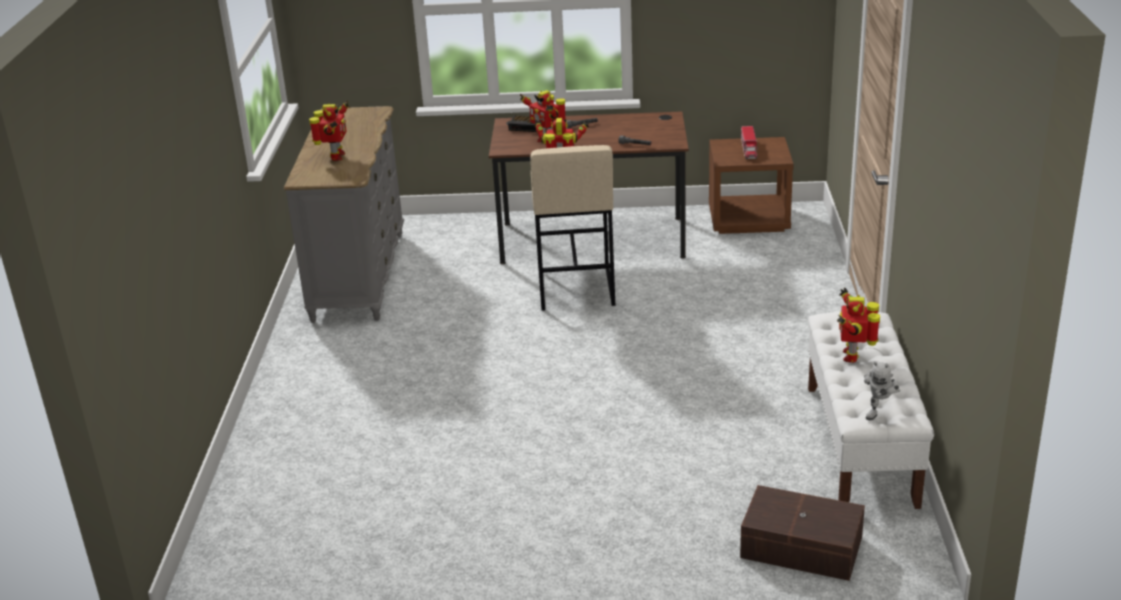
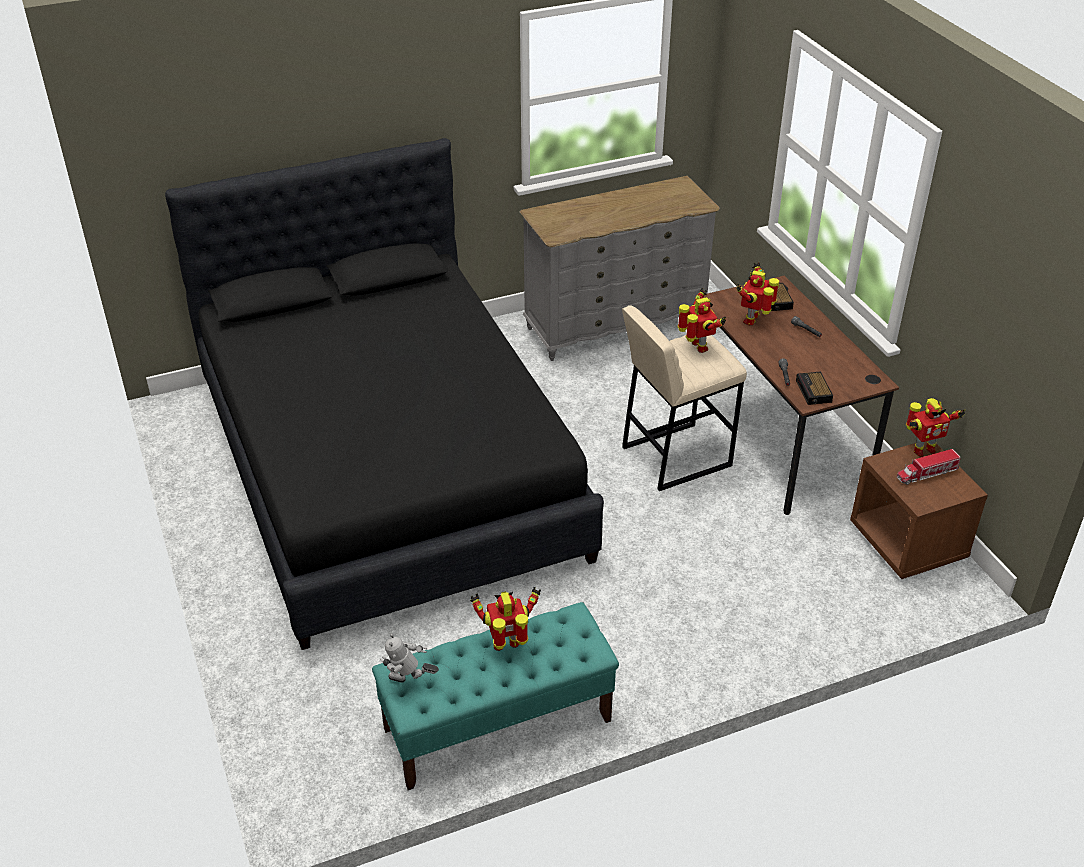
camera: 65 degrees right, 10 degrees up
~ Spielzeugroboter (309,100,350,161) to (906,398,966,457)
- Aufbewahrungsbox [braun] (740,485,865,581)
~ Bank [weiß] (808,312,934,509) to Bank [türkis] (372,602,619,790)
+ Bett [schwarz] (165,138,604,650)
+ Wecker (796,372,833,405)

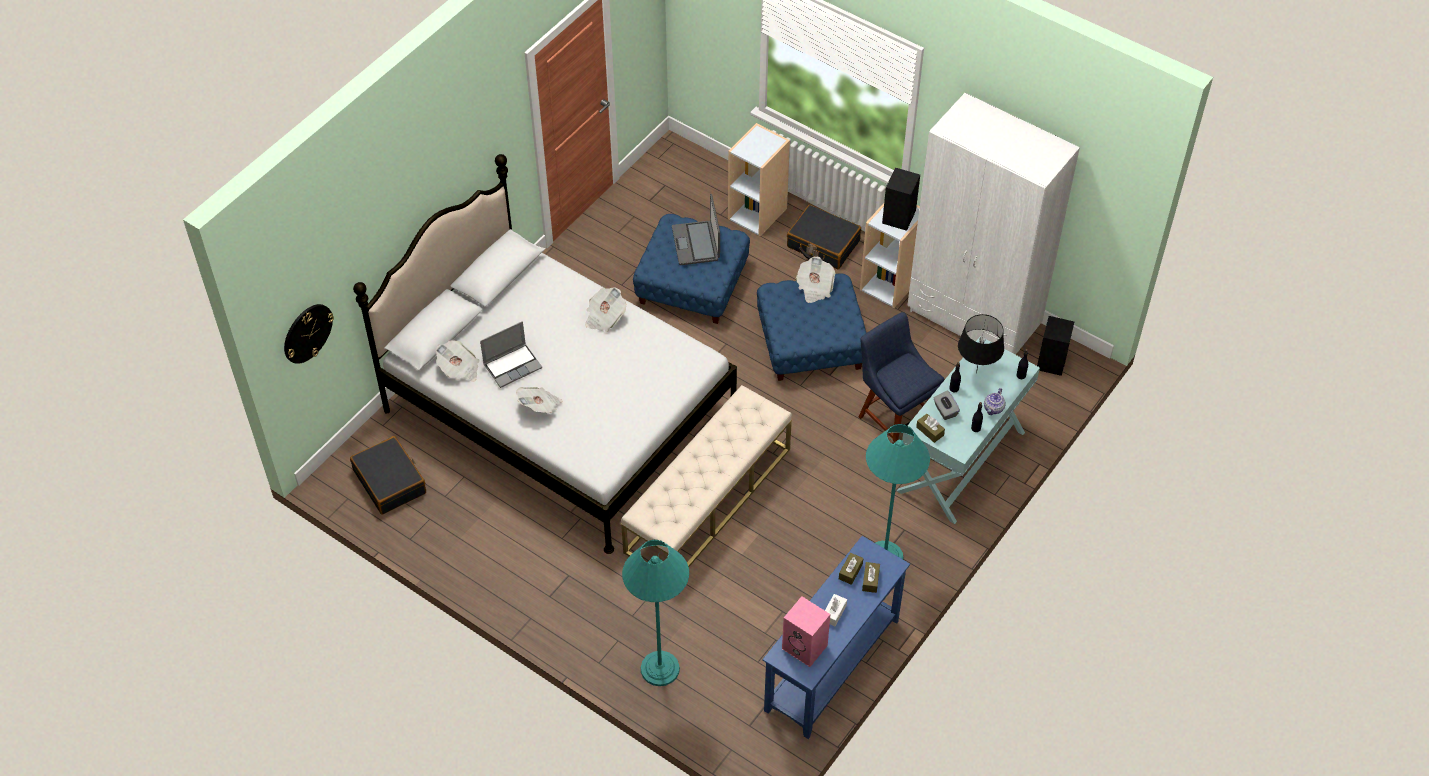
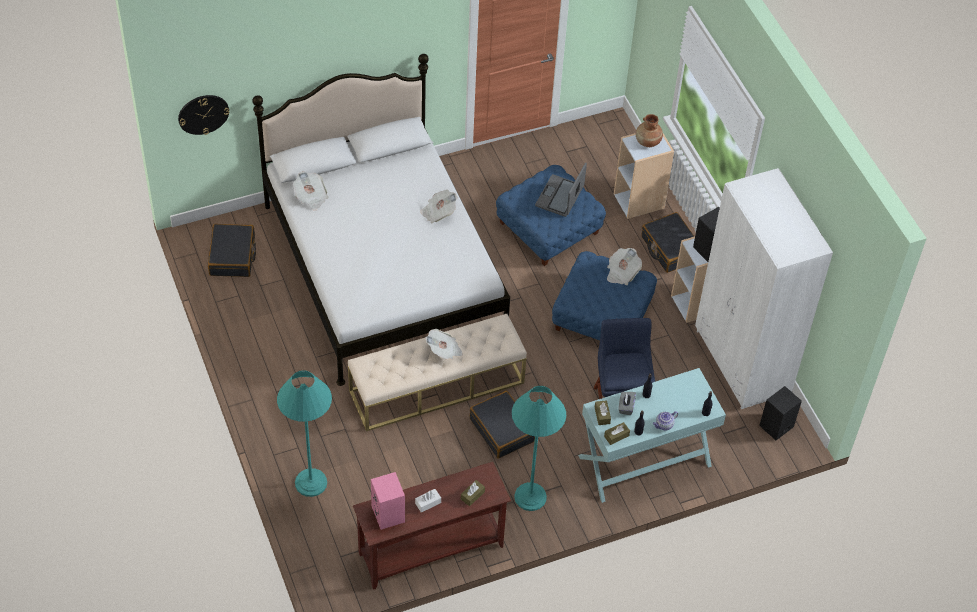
camera: 30 degrees right, 0 degrees up
- Laptop (480,321,542,388)
~ Zeitung (516,387,562,413) to (425,329,463,359)
~ Konsolentisch [blau] (762,536,910,739) to Konsolentisch [braun] (353,462,511,590)
~ Taschentuchbox [braun] (839,553,863,585) to (604,422,630,445)
- Tischlampe [schwarz] (958,314,1004,373)
+ Koffer [schwarz] (470,391,535,459)
+ Vase [braun] (636,114,663,147)

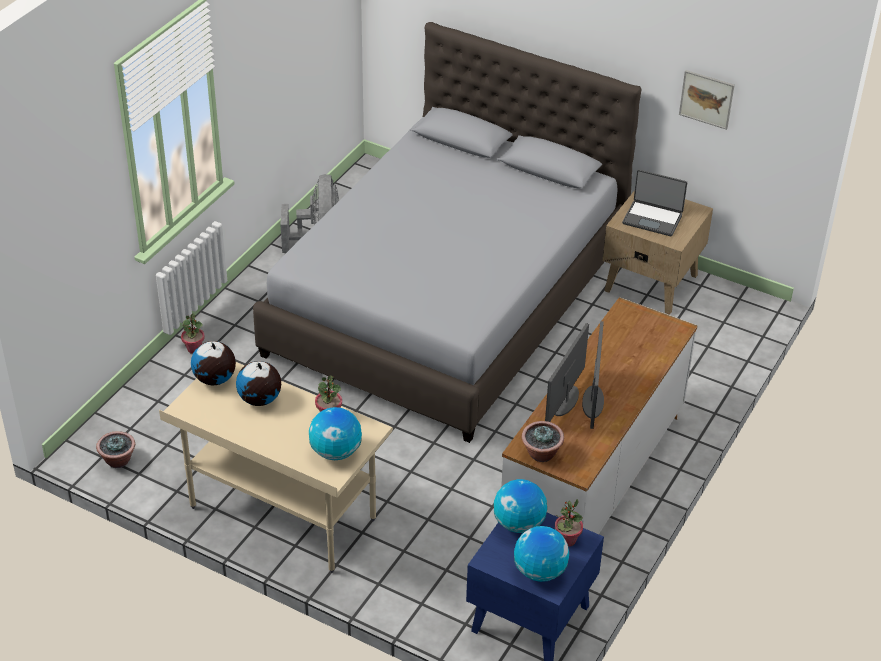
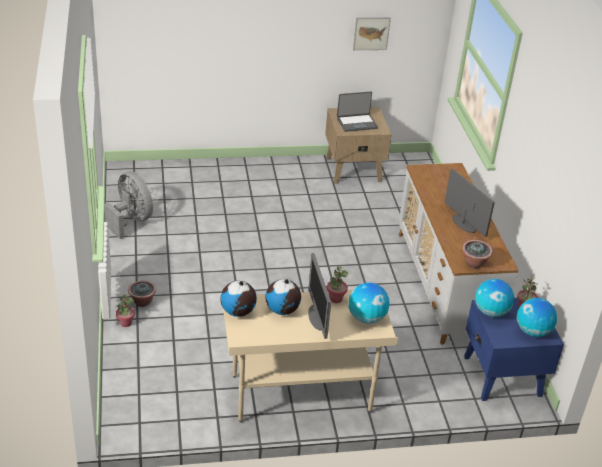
camera: 40 degrees left, 5 degrees down
~ Topfpflanze (96,431,135,468) to (128,281,156,307)
- Bett [grau] (253,22,641,443)
~ Monitor (545,323,589,422) to (308,253,331,339)

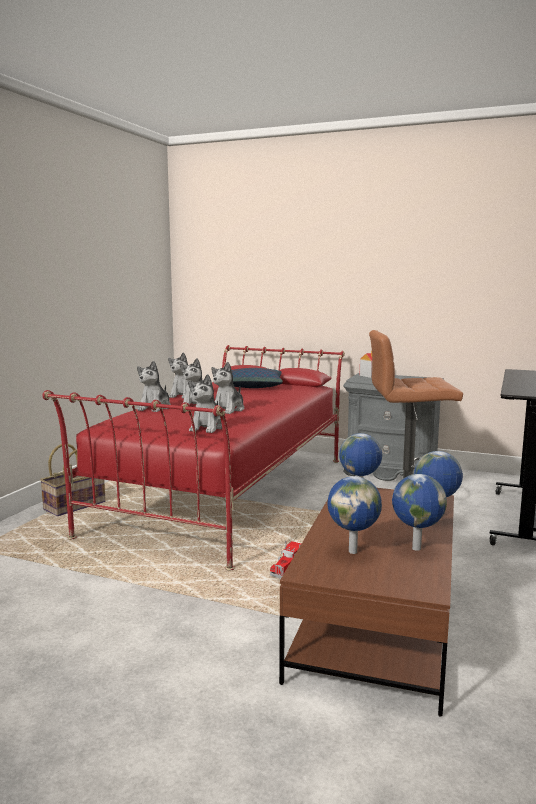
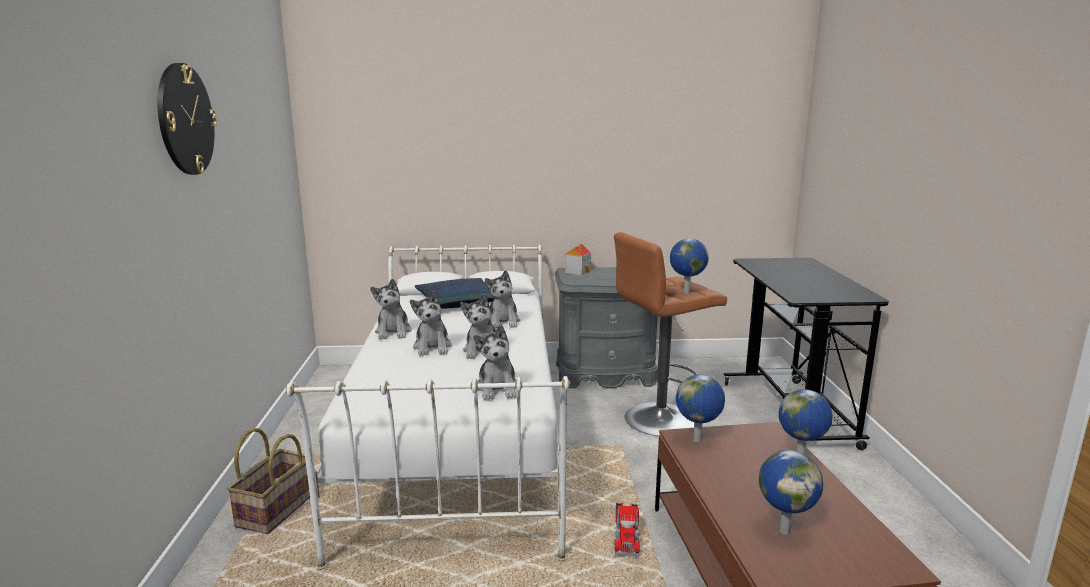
camera: 25 degrees left, 5 degrees up
~ Bett [rot] (43,345,345,571) to Bett [weiß] (285,244,570,570)
~ Plüschtier (137,361,171,412) to (485,270,520,328)
~ Globus (392,474,447,551) to (670,238,709,294)
+ Wanduhr (158,63,217,175)

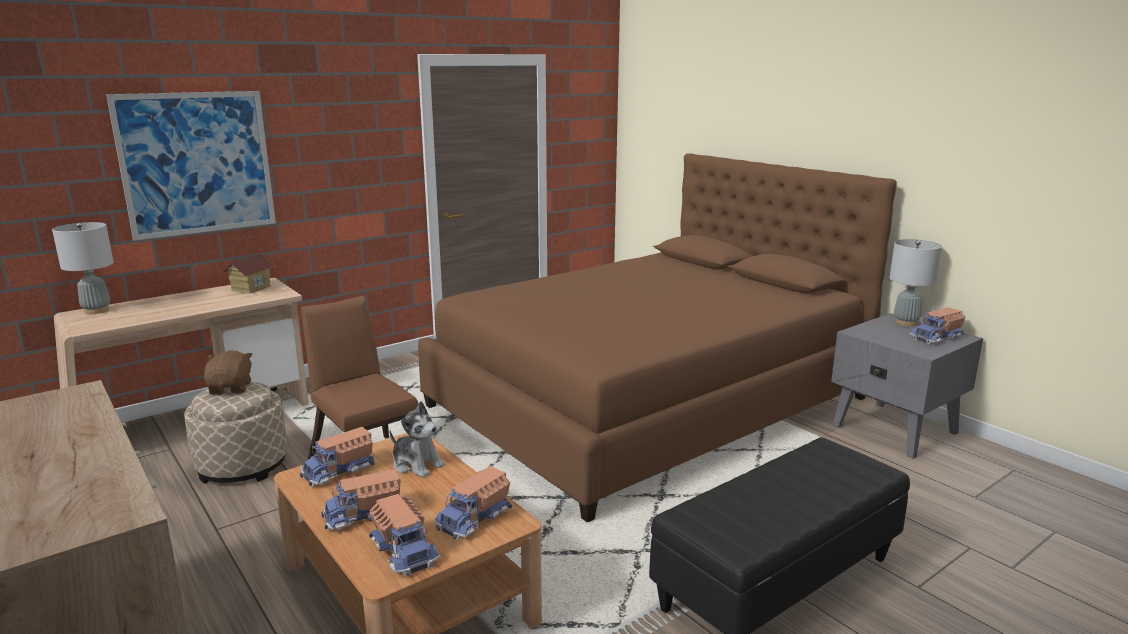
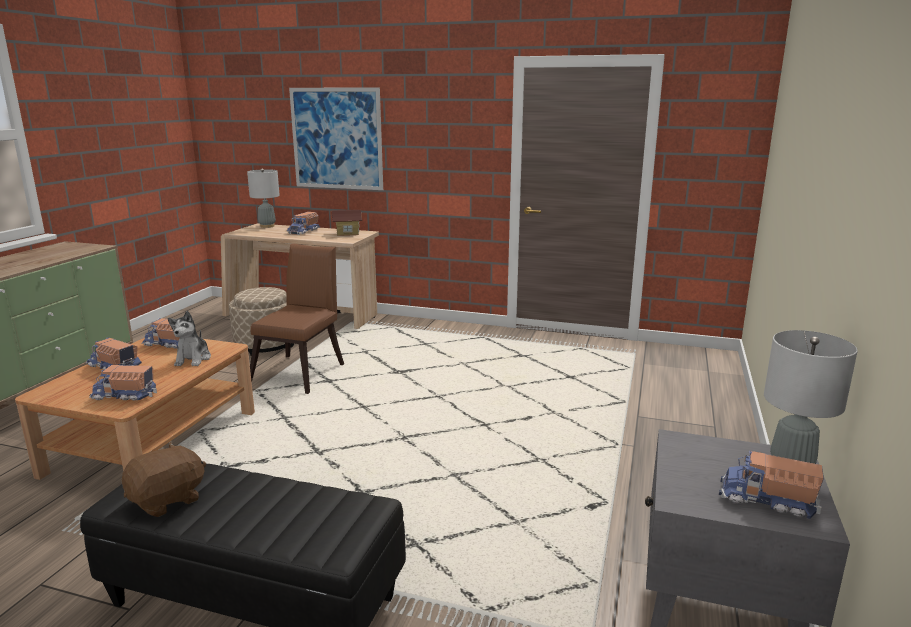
camera: 55 degrees right, 0 degrees up
~ Plüschtier [braun] (204,350,253,395) to (122,442,206,517)
~ Spielzeuglaster (369,494,440,577) to (287,212,320,235)
- Bett [braun] (418,153,897,522)

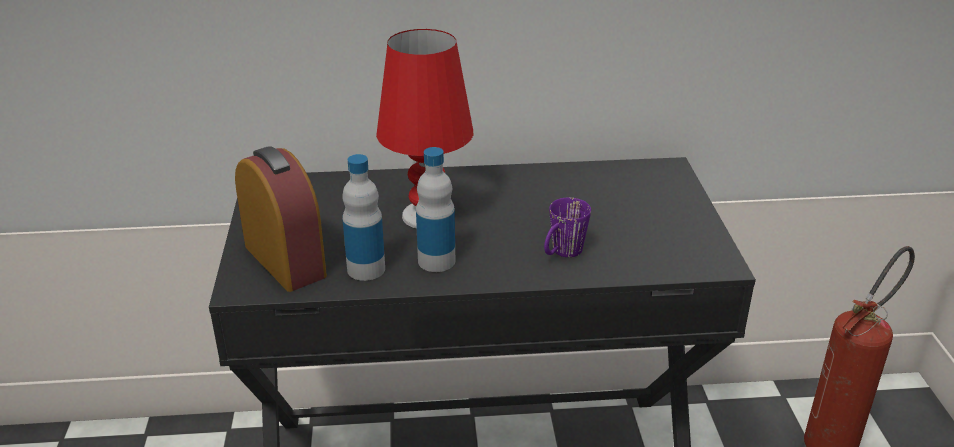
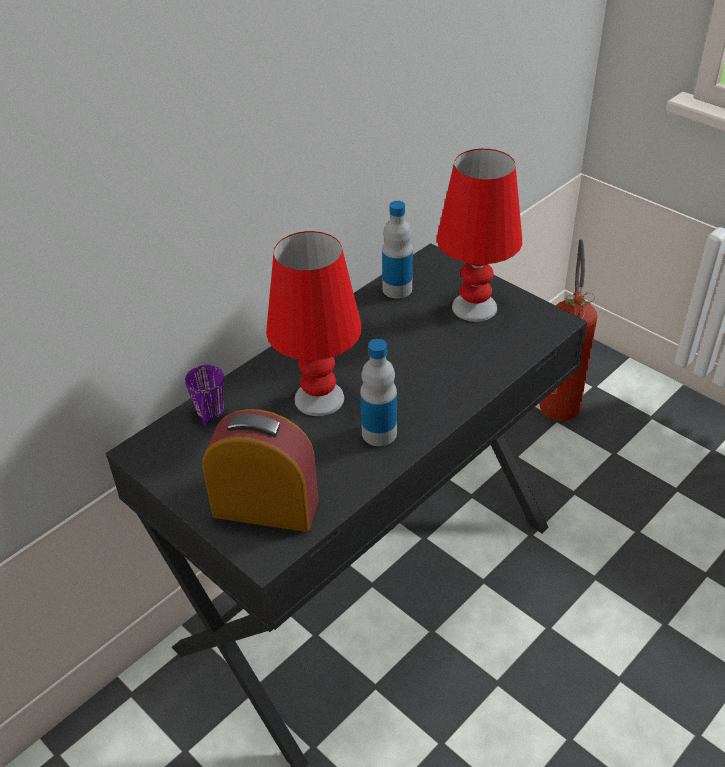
camera: 40 degrees left, 10 degrees up
~ Flasche (342,154,385,281) to (382,201,413,299)
~ Henkelbecher [lila] (544,198,591,257) to (185,365,224,426)
+ Tischlampe [rot] (437,149,522,322)

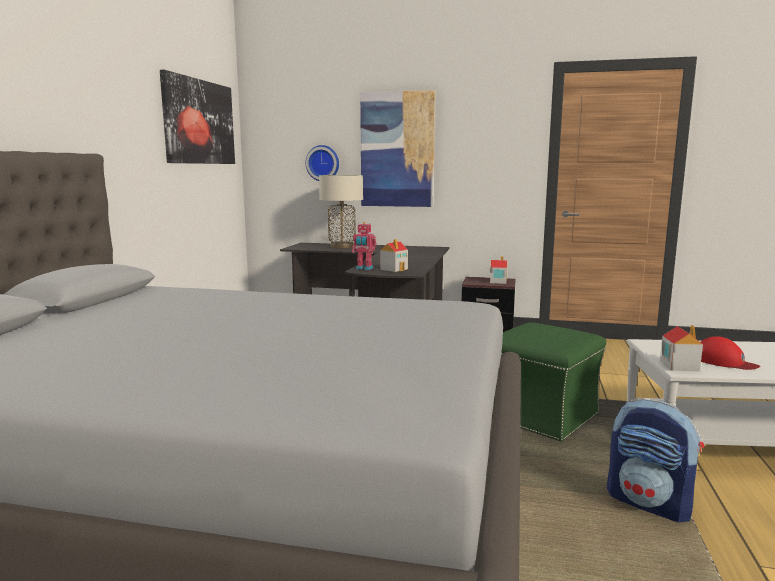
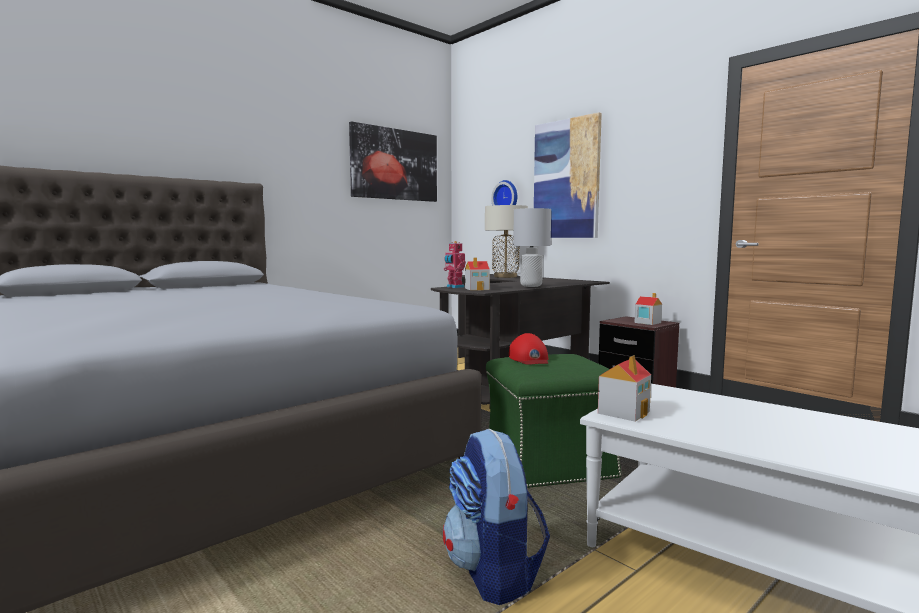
camera: 35 degrees right, 5 degrees down
~ Kappe [rot] (701,336,760,370) to (509,333,548,365)
+ Tischlampe [grau] (513,208,551,287)

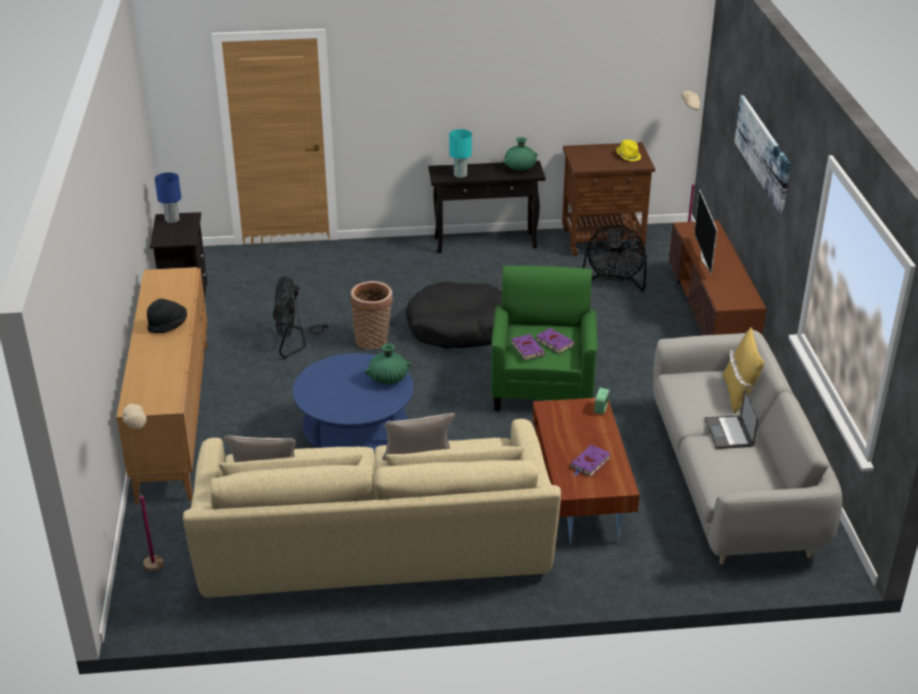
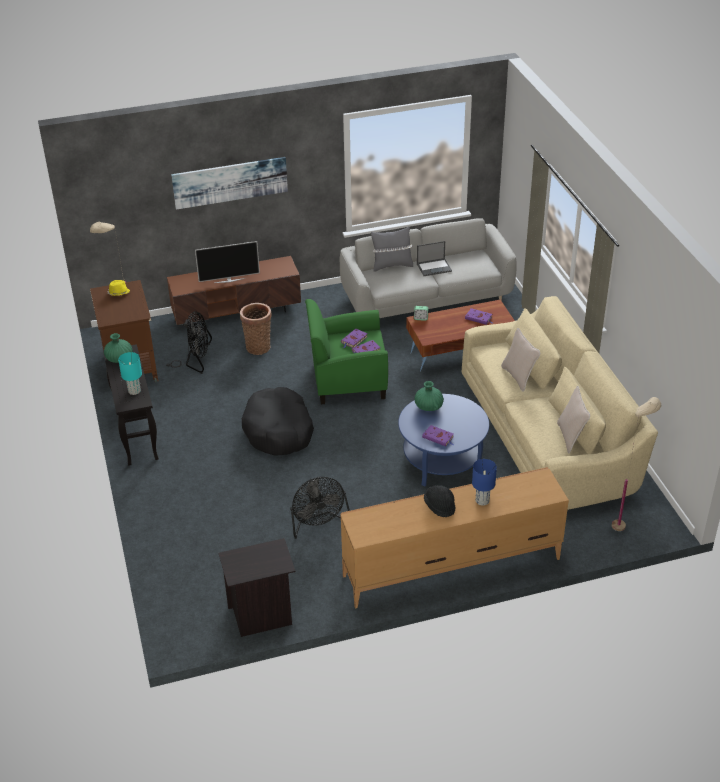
camera: 100 degrees left, 5 degrees up
~ Tischlampe [blau] (155,172,181,223) to (472,459,497,505)
~ Korb (350,281,393,349) to (240,303,272,355)
~ Kissen [gelb] (723,327,765,413) to Kissen [grau] (371,227,413,272)
+ Buch [lila] (422,425,454,446)

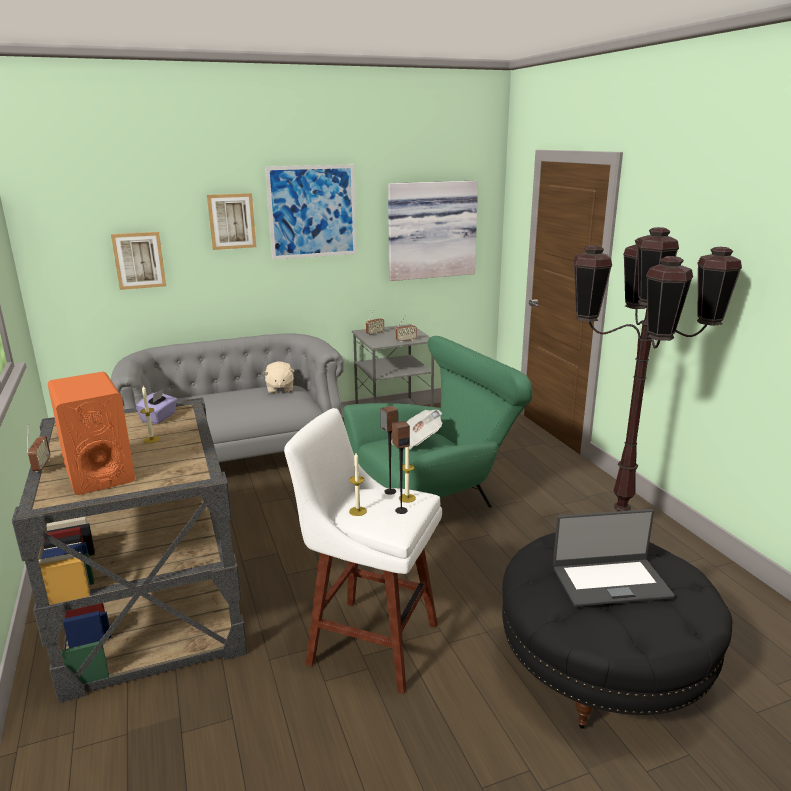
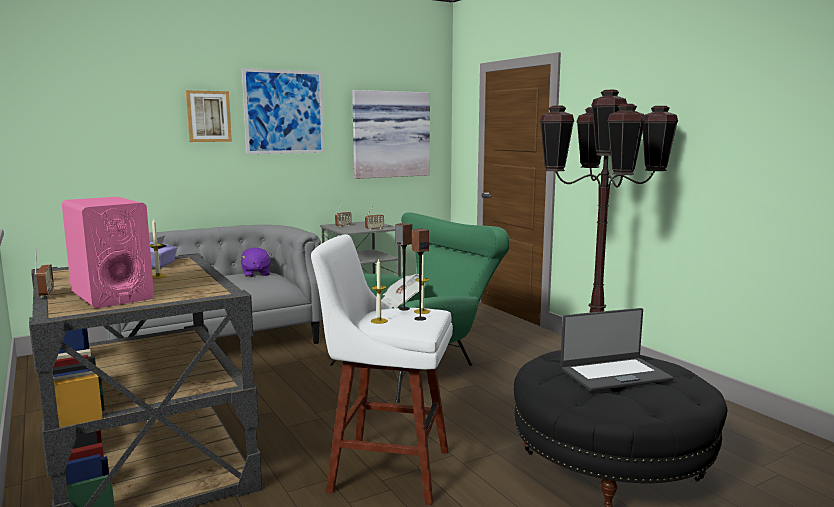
camera: 10 degrees left, 10 degrees down
~ Lautsprecher [orange] (48,372,135,495) to Lautsprecher [rosa] (62,197,154,308)
- Bild (111,232,166,290)
~ Plüschtier [beige] (263,361,295,394) to Plüschtier [lila] (241,248,272,277)

